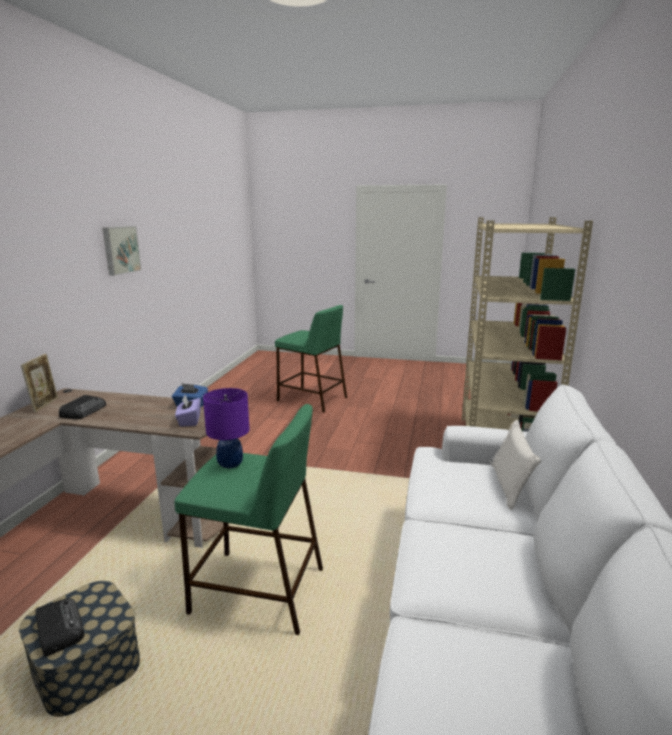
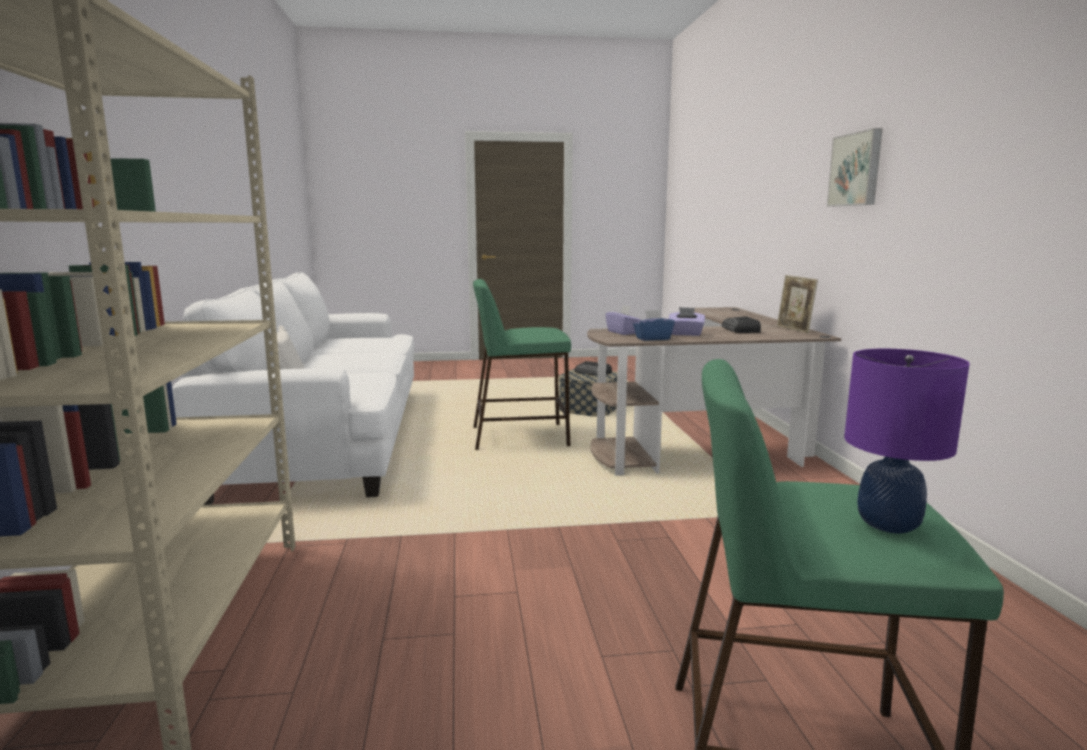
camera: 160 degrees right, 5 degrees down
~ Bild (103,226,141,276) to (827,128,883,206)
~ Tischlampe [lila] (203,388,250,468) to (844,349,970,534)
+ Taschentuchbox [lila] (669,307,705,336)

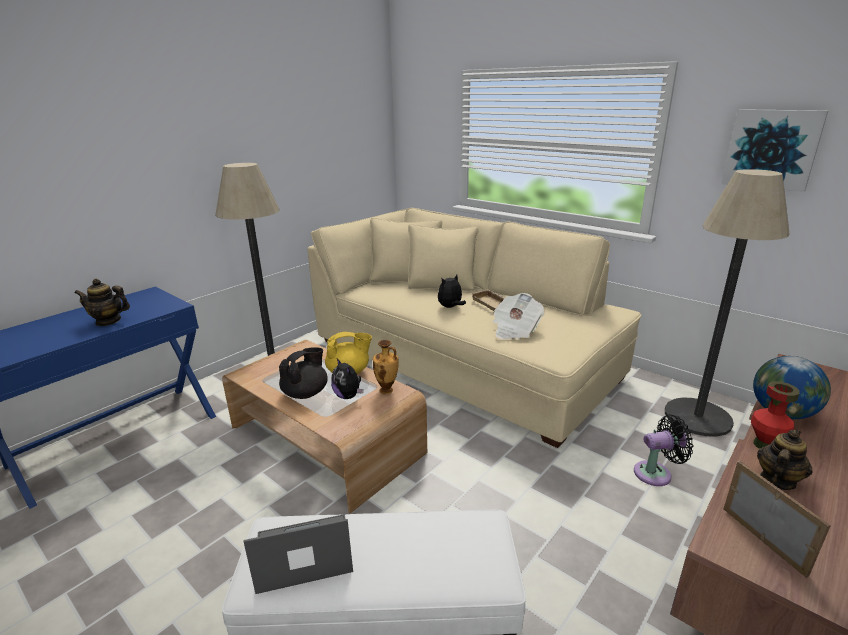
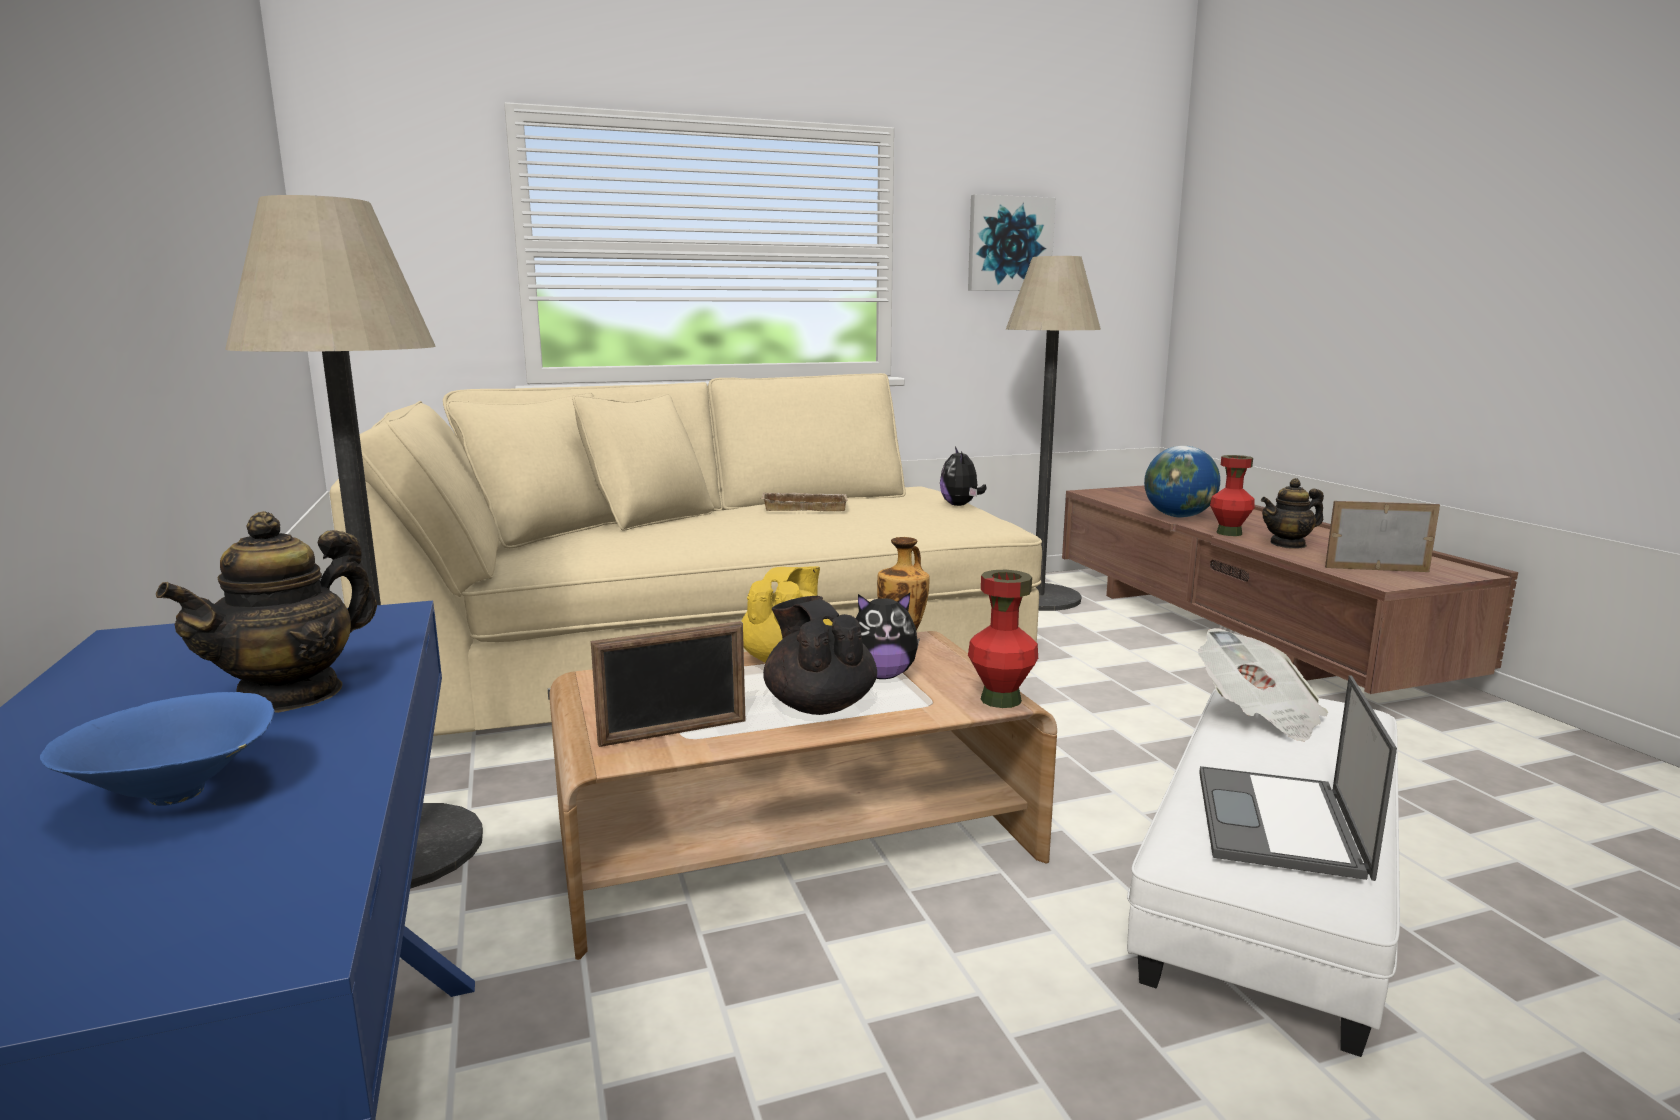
camera: 60 degrees left, 10 degrees down
~ Plüschtier (438,275,466,308) to (940,447,987,506)
~ Zeitung (493,293,545,339) to (1198,628,1328,742)
- Ventilator [schwarz] (634,414,694,486)
~ Teekanne (757,430,813,490) = (1261,478,1324,549) 90 degrees counterclockwise
+ Schüssel [blau] (40,692,274,806)
+ Bilderrahmen (591,621,746,747)
+ Vase [rot] (968,570,1038,708)

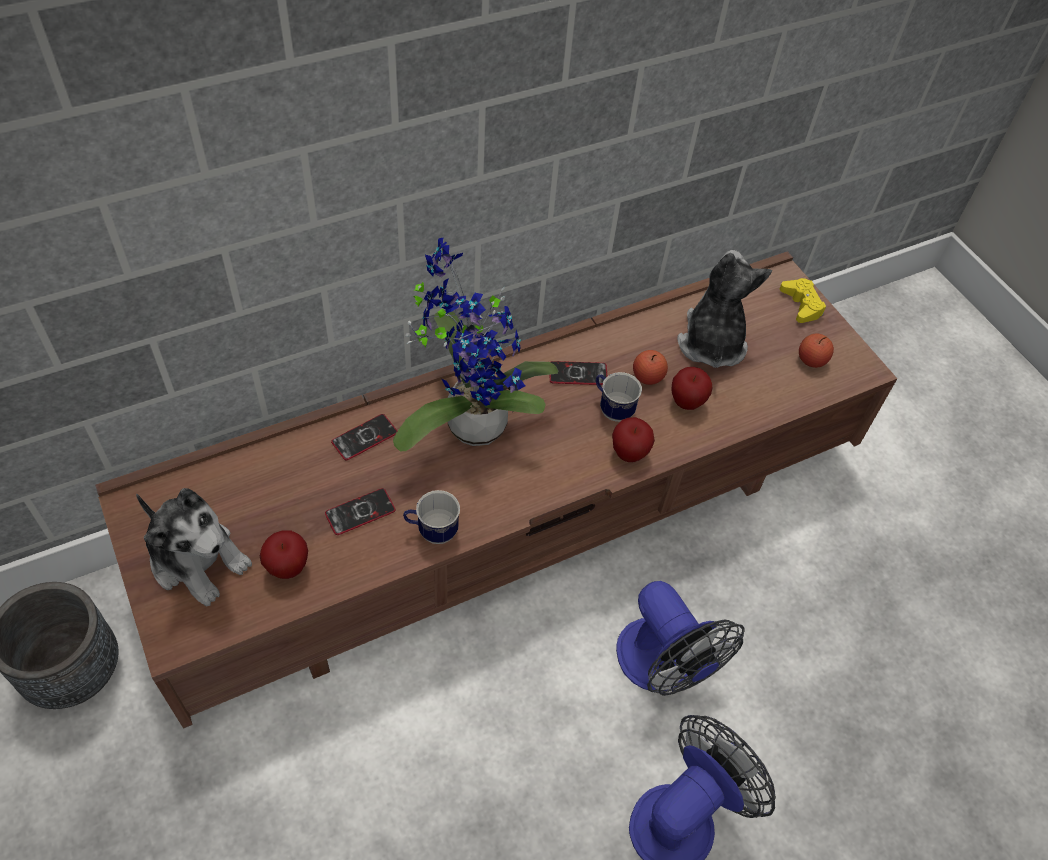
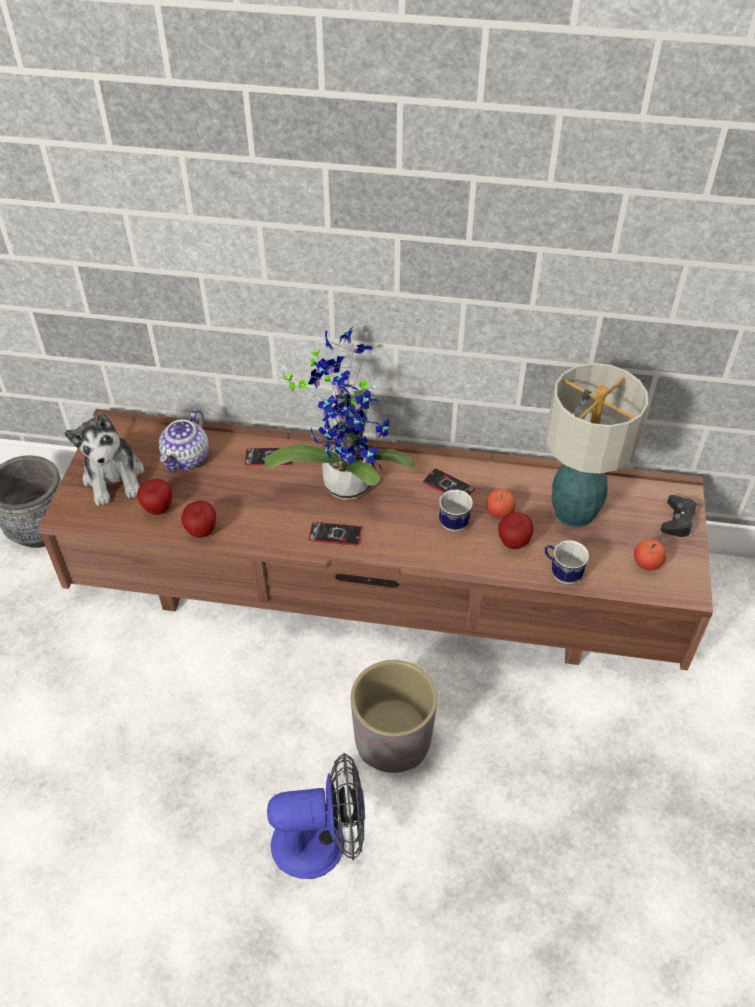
camera: 40 degrees right, 5 degrees down
~ Handy (325,488,396,535) to (309,522,362,546)
~ Henkelbecher (403,490,460,544) to (545,540,589,584)
~ Apfel (612,417,655,462) to (181,500,216,538)
~ Ventilator (616,581,745,696) to Pflanzkübel [grau] (351,660,437,773)
~ Plüschtier (677,250,772,368) to Tischlampe (546,363,649,528)
~ Gamepad [gelb] (780,278,826,323) to Gamepad [schwarz] (660,495,698,537)
+ Teekanne (159,409,209,472)

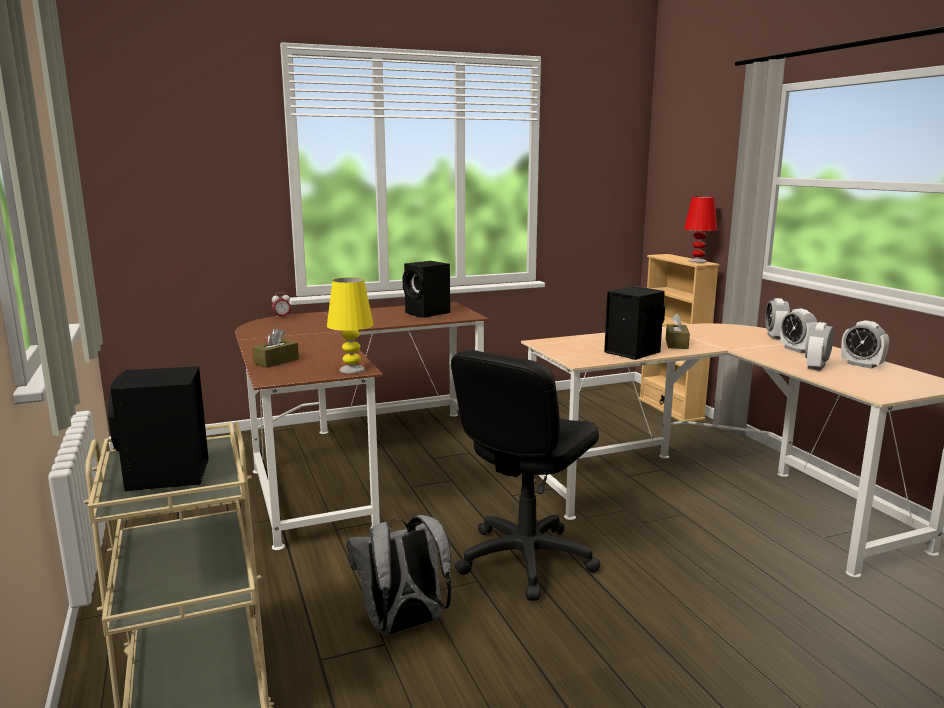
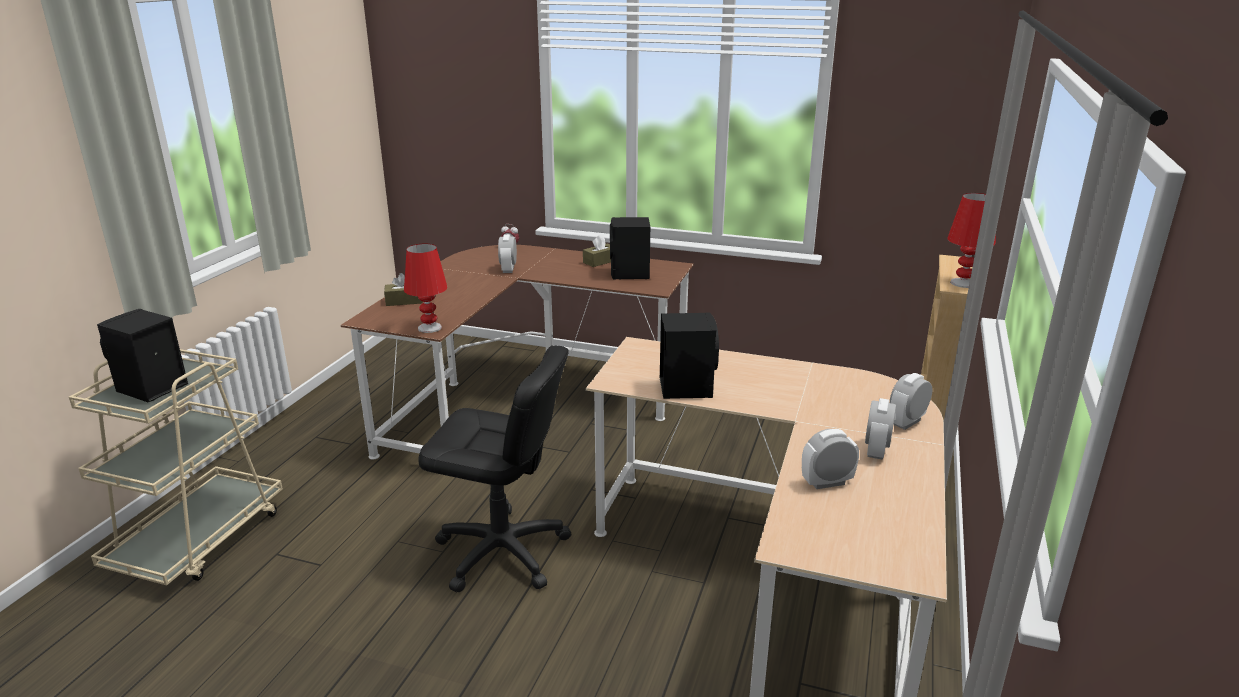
camera: 40 degrees right, 10 degrees up
~ Tischlampe [gelb] (327,277,373,373) to Tischlampe [rot] (404,244,447,333)
- Rucksack [grau] (346,515,451,635)
~ Bürostuhl [schwarz] (451,350,600,600) = (418,345,571,592) 150 degrees counterclockwise
~ Taschentuchbox [braun] (666,313,690,349) to (583,235,611,267)
~ Wecker (841,321,889,369) to (498,234,517,273)

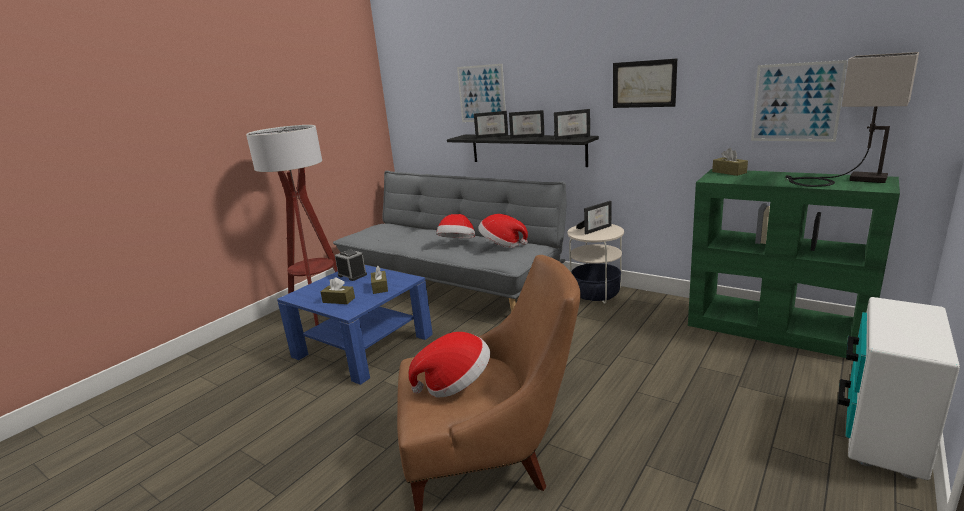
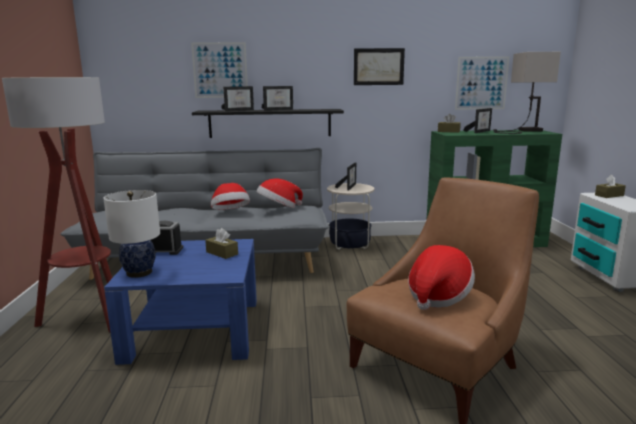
camera: 40 degrees left, 5 degrees down
~ Taschentuchbox [braun] (321,277,355,304) to (595,175,626,198)
~ Bilderrahmen (554,109,590,140) to (464,108,492,133)
+ Tischlampe [weiß] (103,190,160,278)

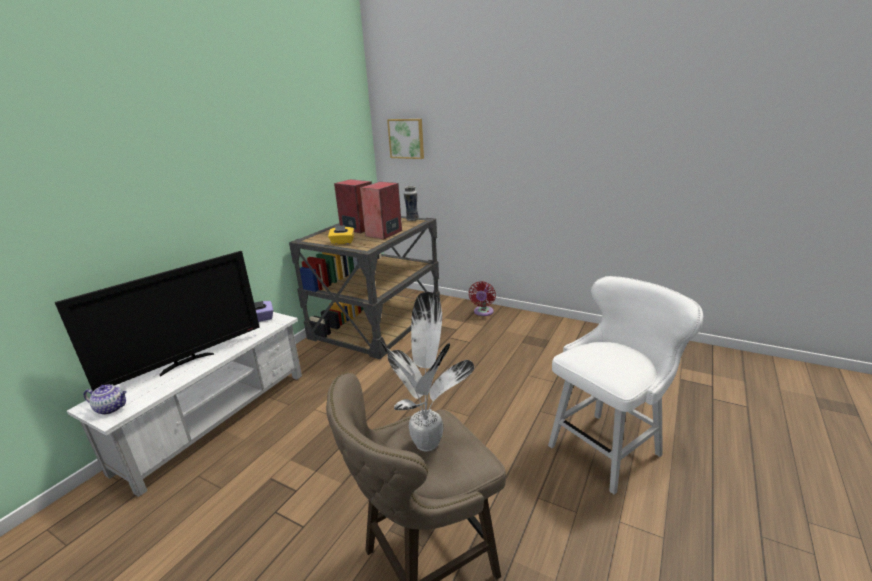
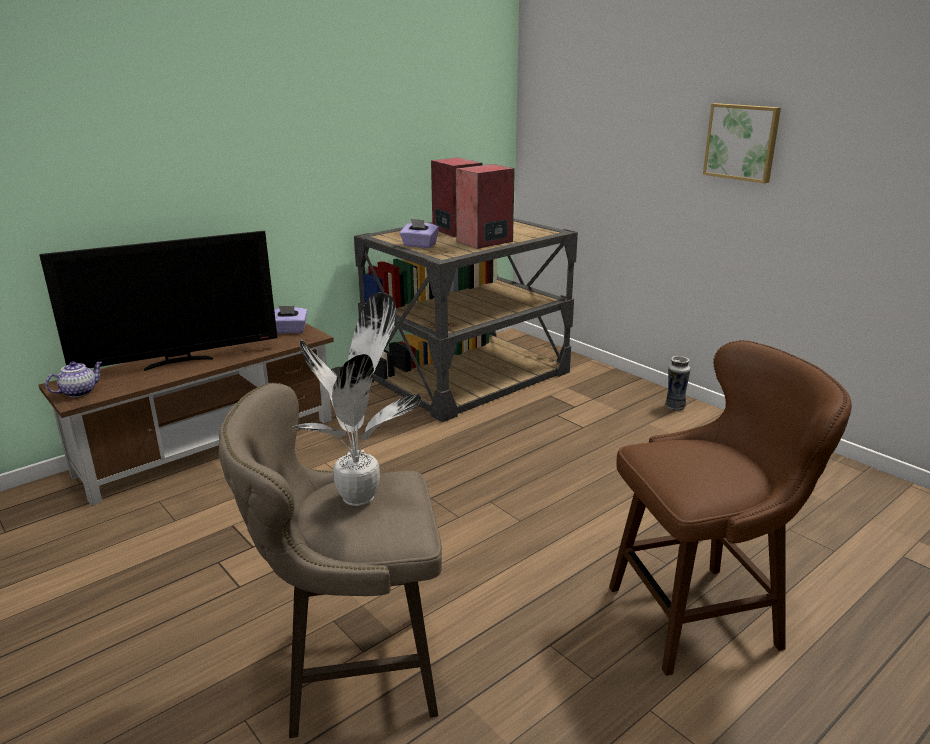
camera: 20 degrees right, 0 degrees up
~ Fernsehschrank [weiß] (67,312,302,497) to Fernsehschrank [braun] (39,323,334,506)
~ Teekanne (84,384,127,415) = (46,361,103,397) 75 degrees counterclockwise
~ Taschentuchbox [gelb] (328,225,354,245) to Taschentuchbox [lila] (400,218,439,248)
~ Bild (387,119,424,159) to (703,103,781,184)
~ Vase (404,186,419,221) to (665,356,690,411)
- Ventilator [rot] (468,281,496,316)
~ Hocker [weiß] (548,276,703,495) to Hocker [braun] (609,340,852,676)

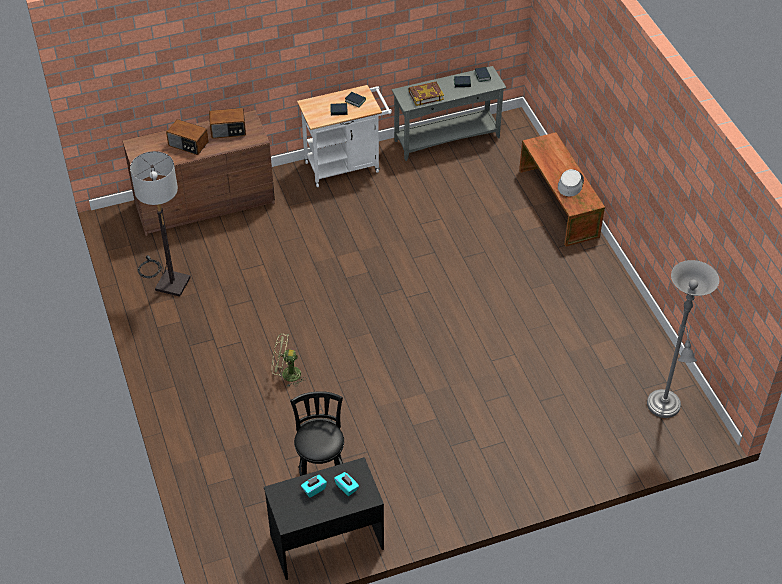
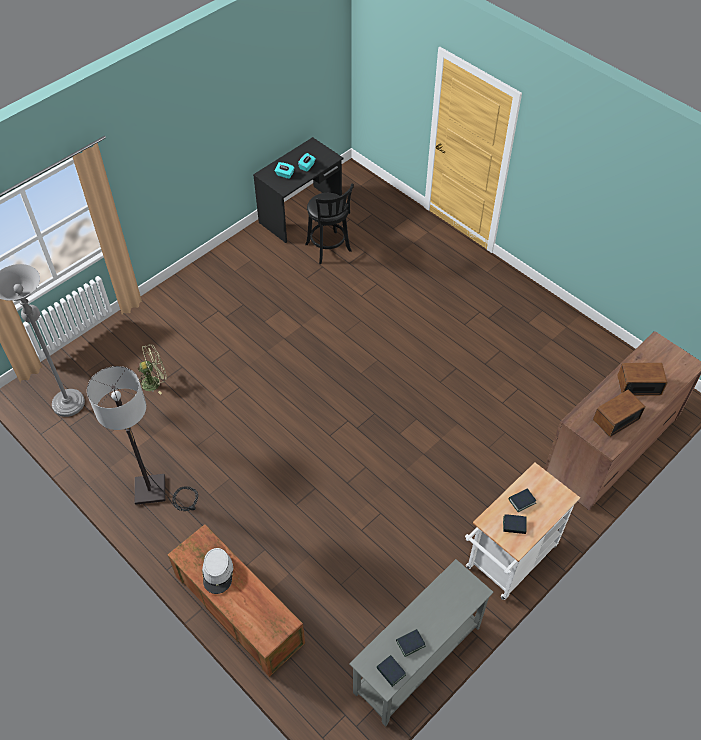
camera: 155 degrees right, 5 degrees up
~ Stehlampe (130,151,191,297) to (87,366,198,511)
~ Ventilator [grün] (272,334,305,387) to (138,344,167,395)
- Buch (408,82,444,106)

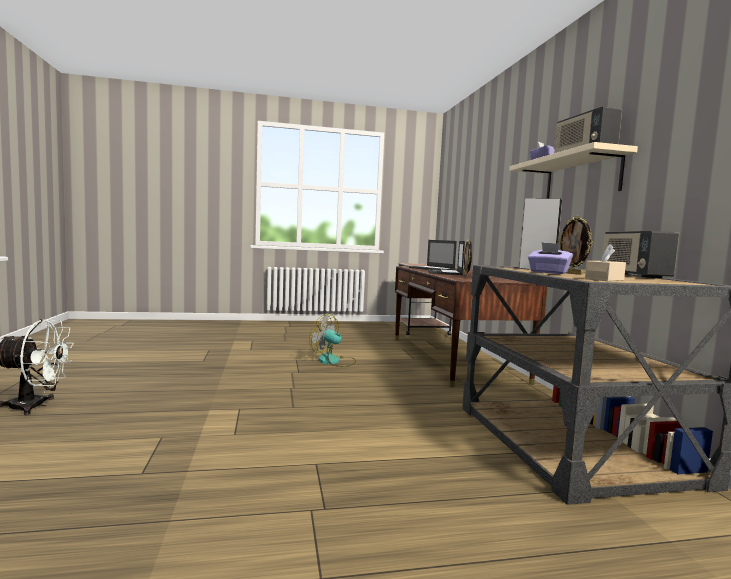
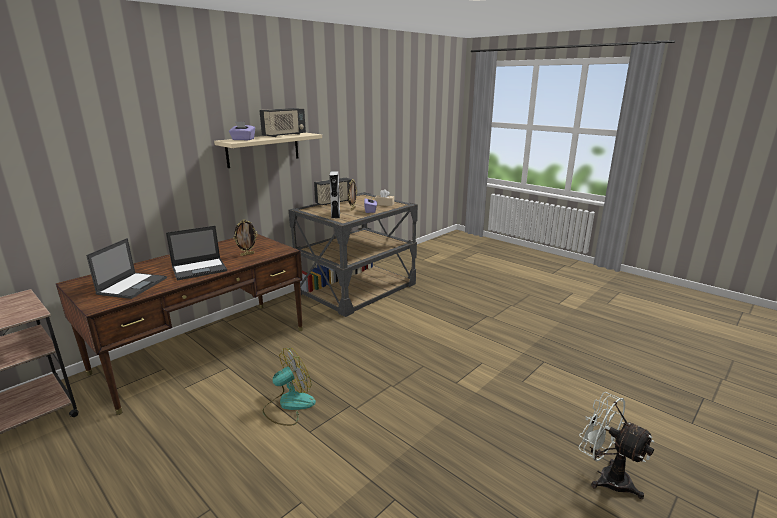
camera: 125 degrees left, 15 degrees up
~ Ventilator (309,314,356,367) = (263,348,316,426) 120 degrees counterclockwise

